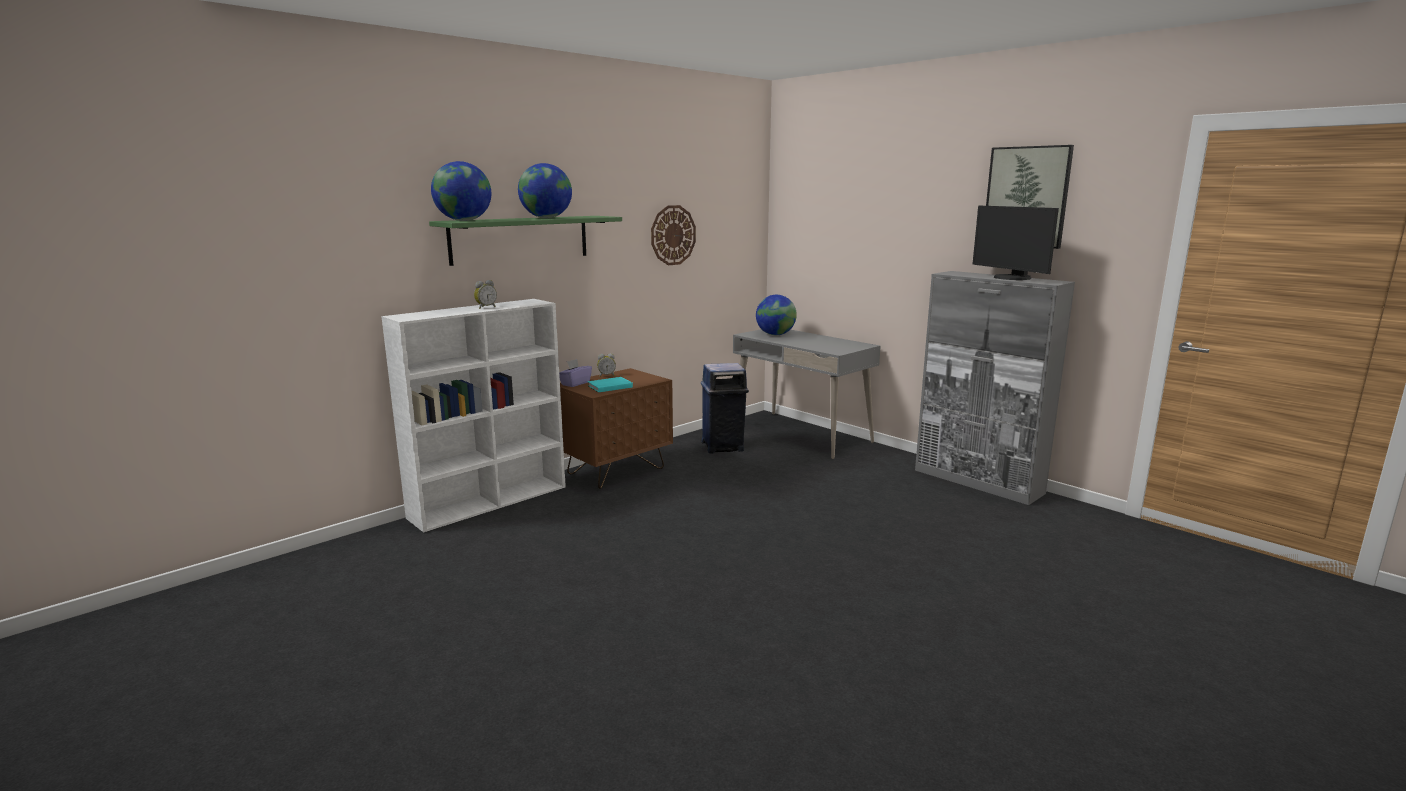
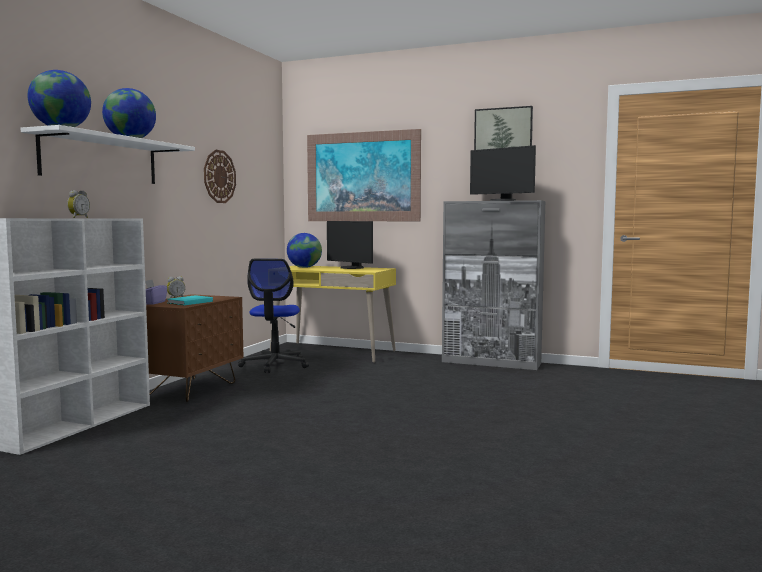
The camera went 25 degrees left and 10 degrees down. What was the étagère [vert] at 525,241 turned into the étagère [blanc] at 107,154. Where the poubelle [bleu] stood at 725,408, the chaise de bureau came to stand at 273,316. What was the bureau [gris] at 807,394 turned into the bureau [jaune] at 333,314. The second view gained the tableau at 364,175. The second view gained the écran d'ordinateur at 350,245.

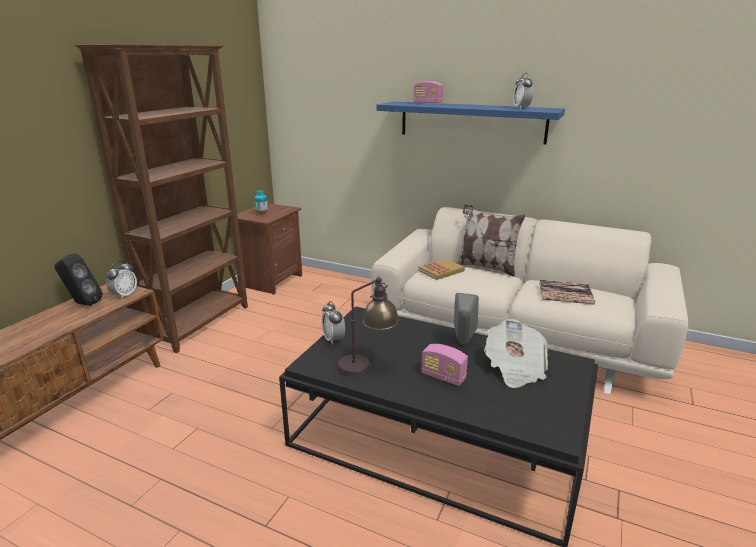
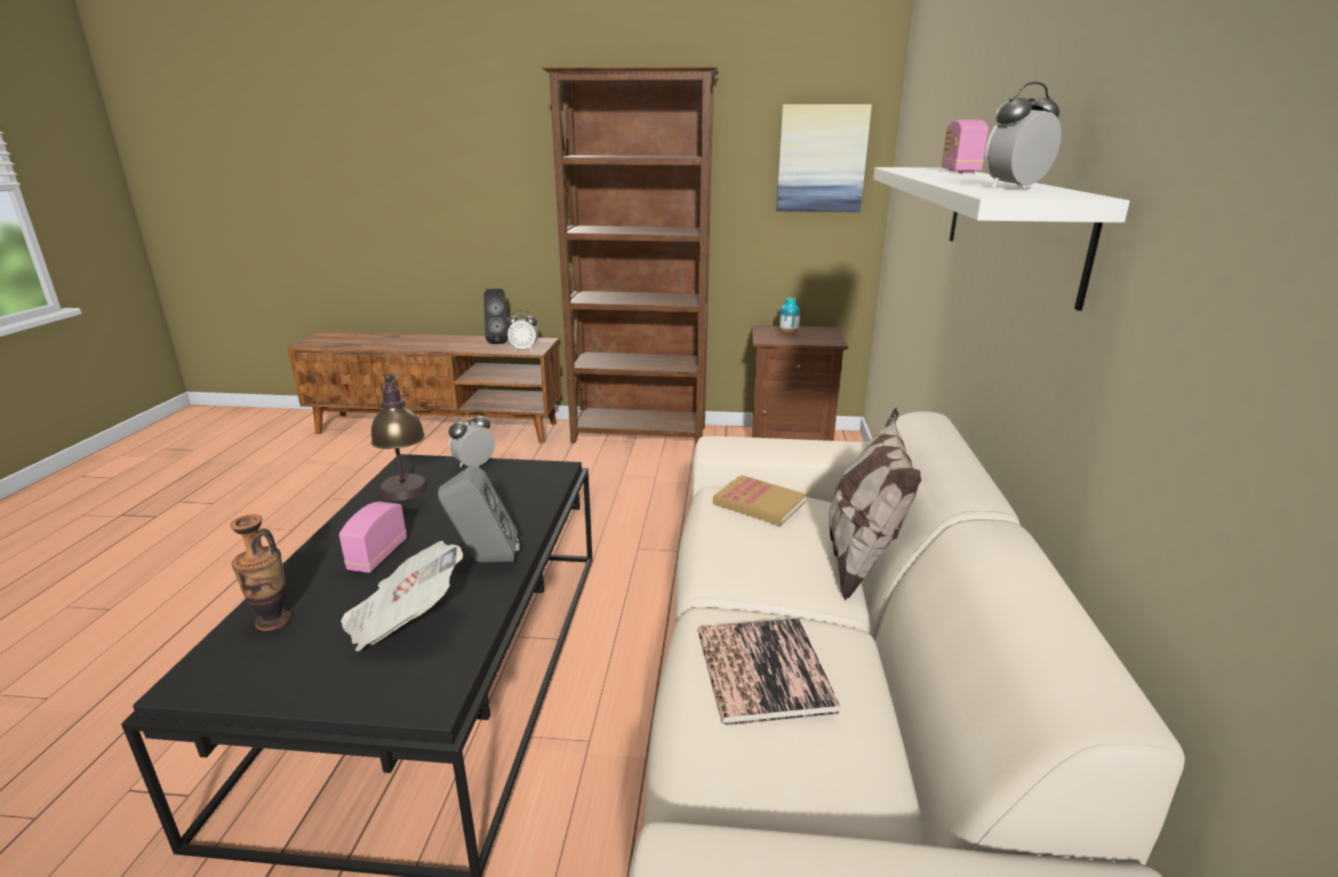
The camera went 70 degrees right and 0 degrees up. The second view gained the vase at 261,572. The second view gained the tableau at 824,158. What was the étagère [bleu] at 471,122 turned into the étagère [blanc] at 1001,239.

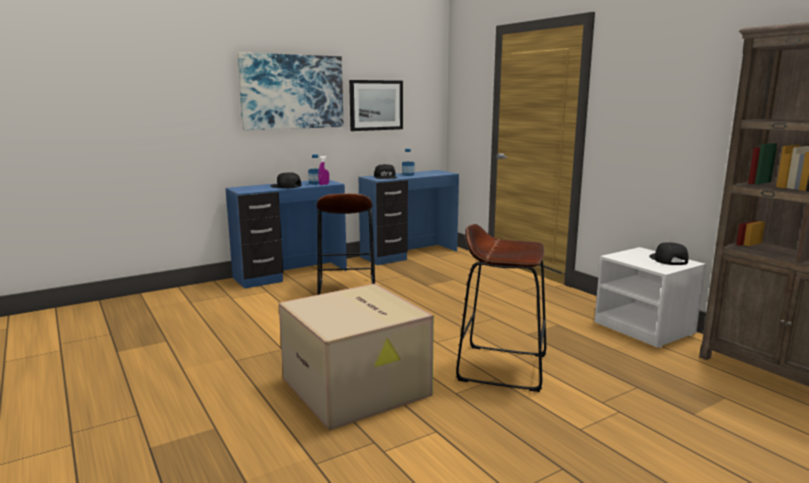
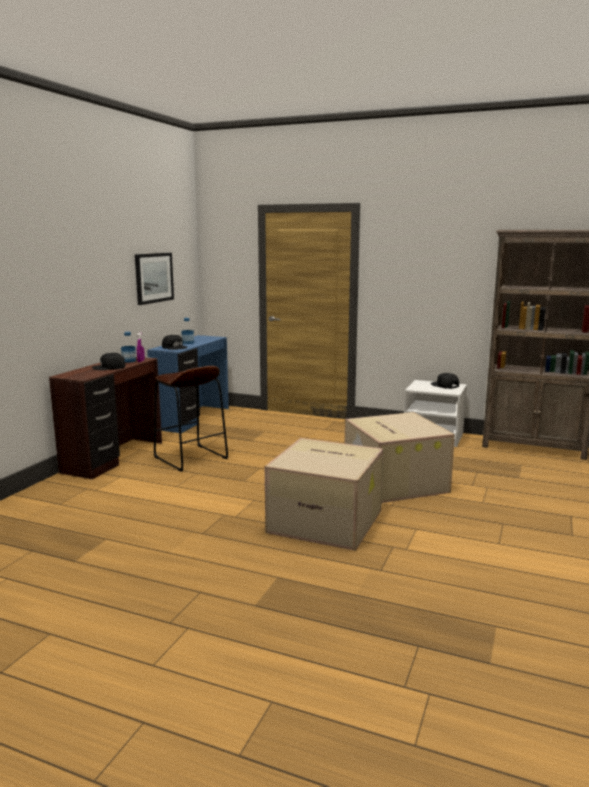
The camera went 35 degrees left and 0 degrees up. What was the bureau [bleu] at 286,234 turned into the bureau [marron] at 105,418. Where the tabouret [marron] stood at 501,308, the carton came to stand at 400,457. The second view lost the tableau at 290,91.

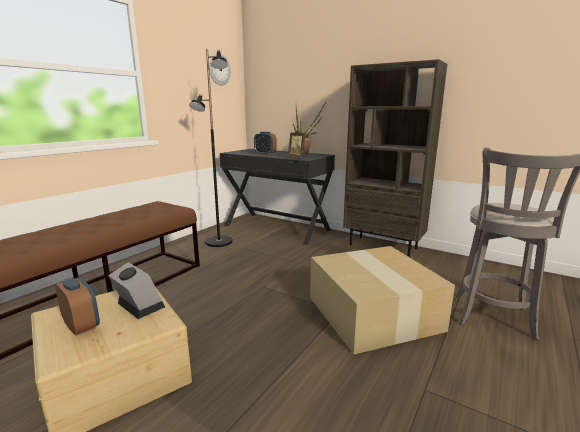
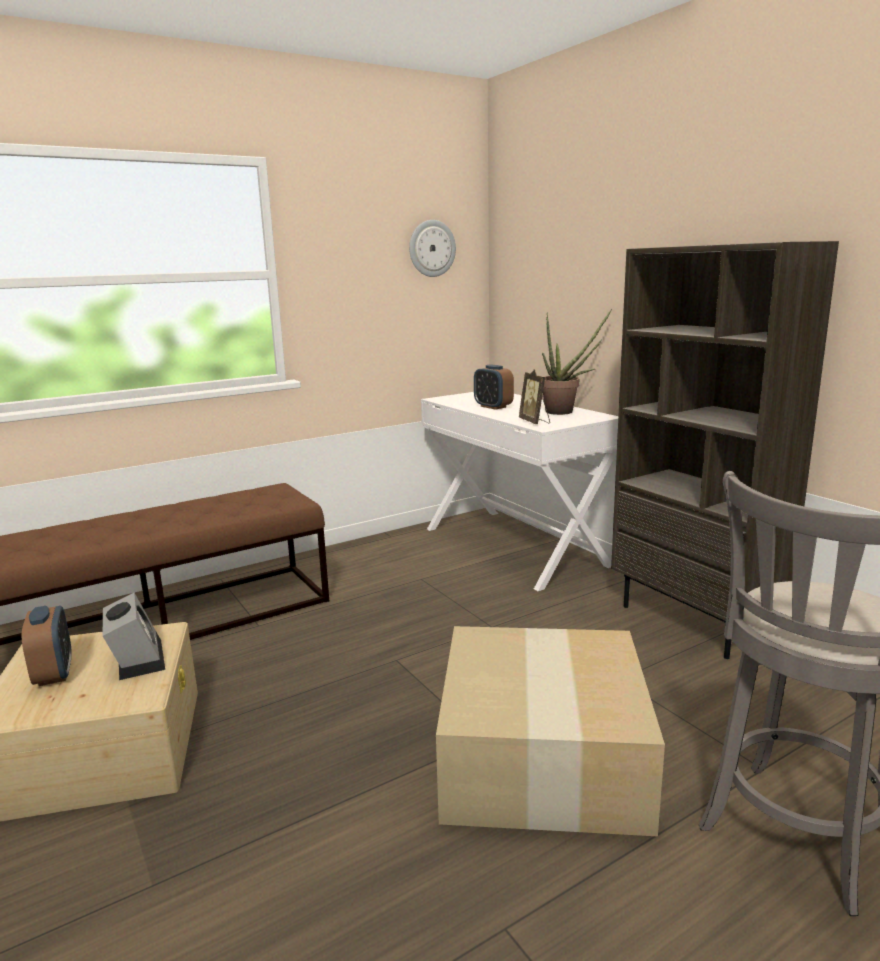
The camera went 25 degrees right and 0 degrees up. What was the bureau [noir] at 277,197 turned into the bureau [blanc] at 519,491. The second view lost the lampadaire [noir] at 211,148.

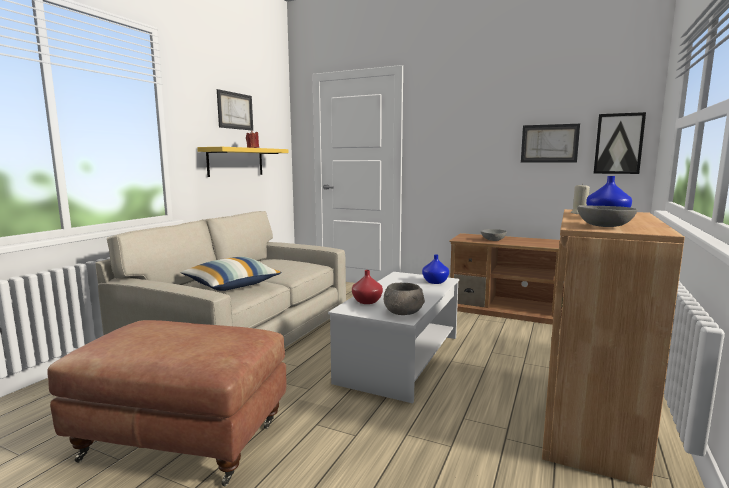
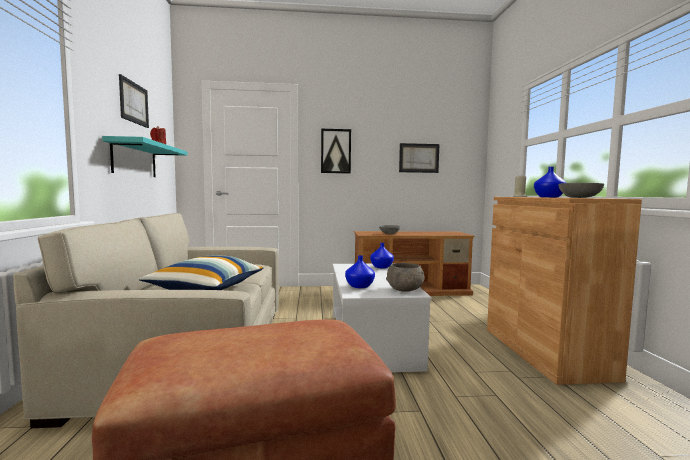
The camera went 30 degrees left and 5 degrees down. What was the étagère [jaune] at 243,162 turned into the étagère [turquoise] at 144,156. The tableau ended up elsewhere, having gone from 620,143 to 336,151. What was the vase [rouge] at 367,287 turned into the vase [bleu] at 360,271.

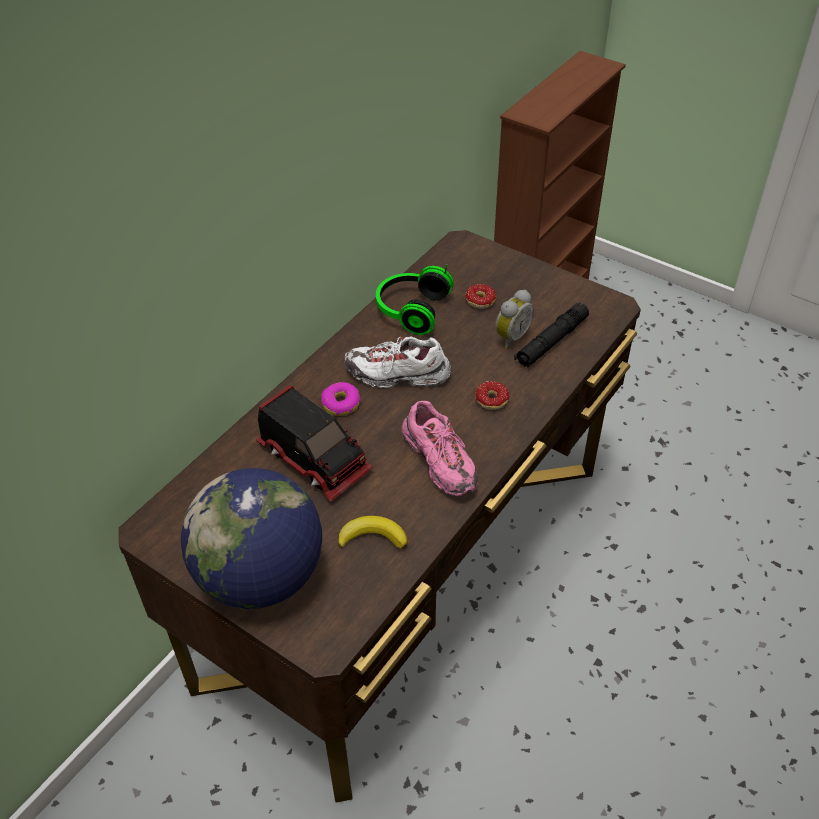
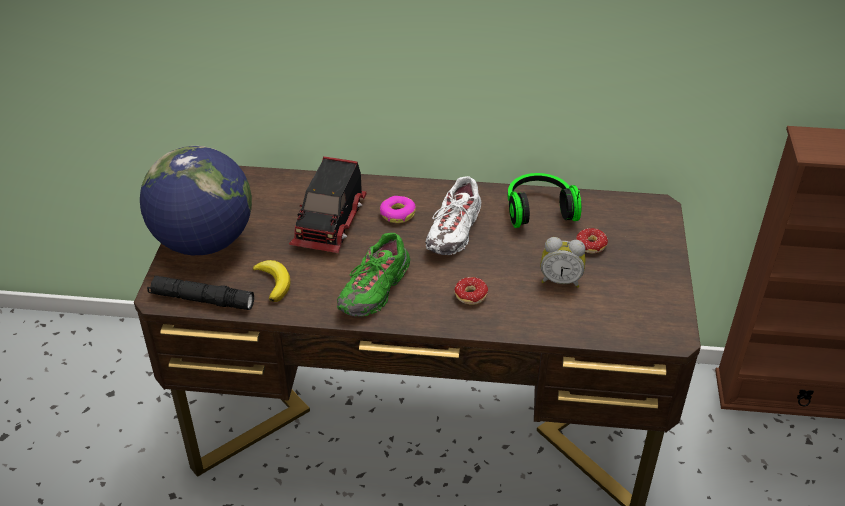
The camera went 60 degrees right and 5 degrees down. The lampe de poche [noir] ended up elsewhere, having gone from 551,335 to 200,292. What was the chaussure [rose] at 440,448 turned into the chaussure [vert] at 373,275. The chaussure [blanc] at 398,362 ended up facing another way, 135 degrees counterclockwise from before.

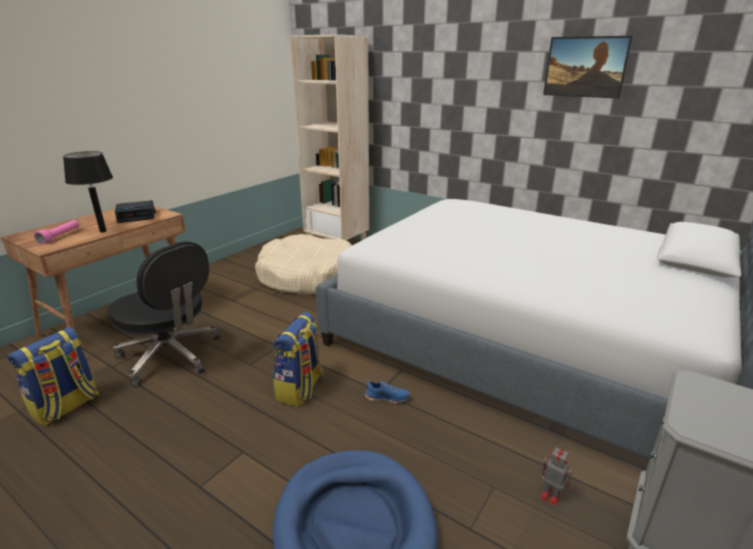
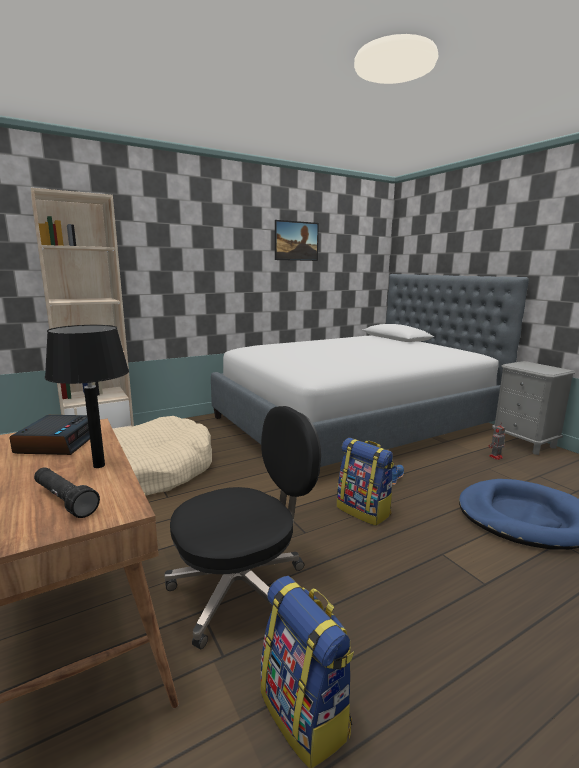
The camera went 65 degrees left and 10 degrees down. What was the lampe de poche [rose] at 56,232 turned into the lampe de poche [noir] at 67,492.

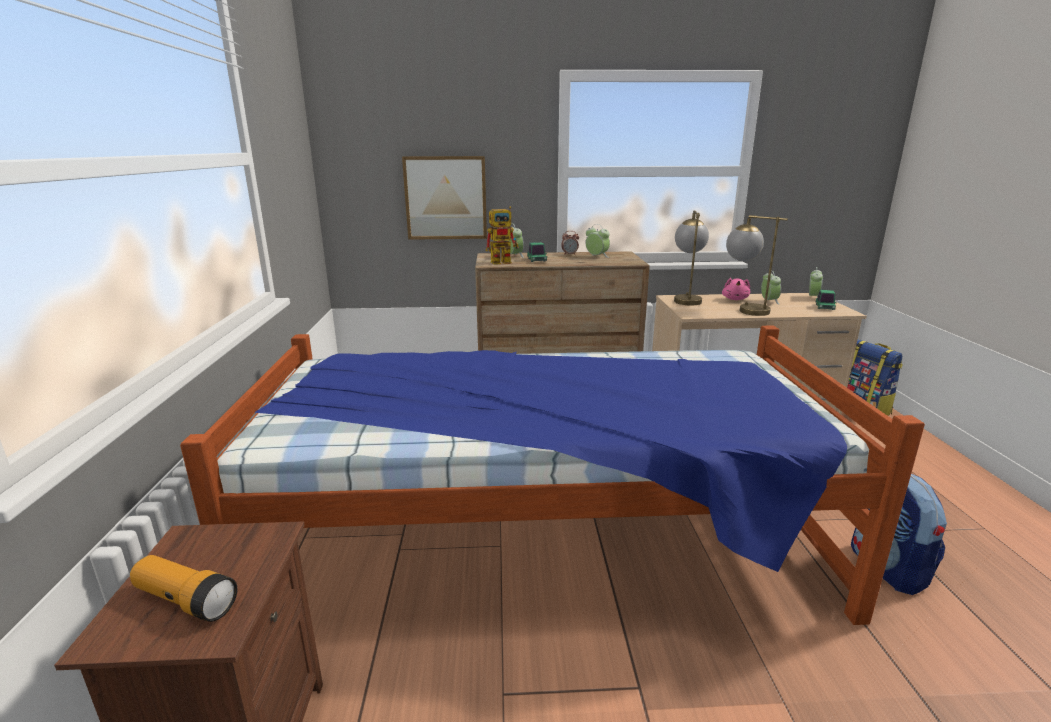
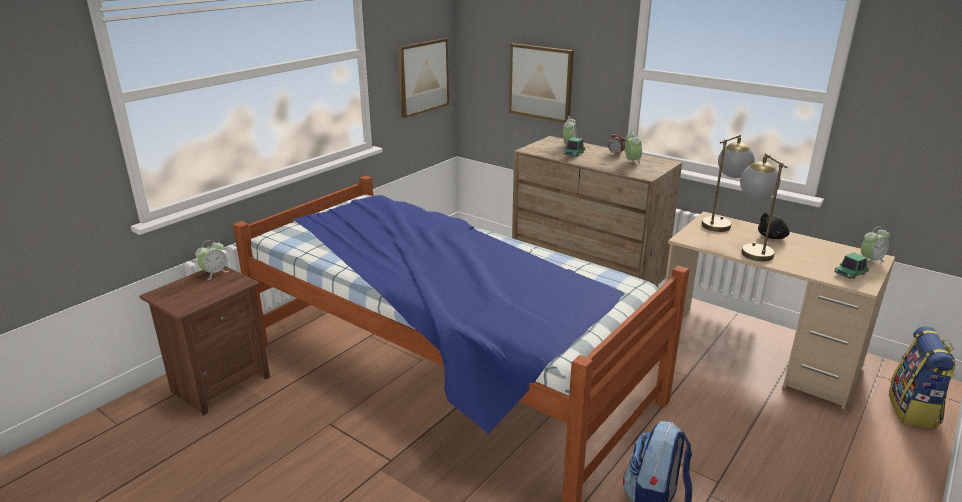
The camera went 40 degrees right and 5 degrees up. The réveil ended up elsewhere, having gone from 771,287 to 212,260. The second view gained the tableau at 423,78. What was the peluche [rose] at 736,289 turned into the peluche [noir] at 774,226. The second view lost the lampe de poche at 184,588. The second view lost the robot jouet at 502,235.

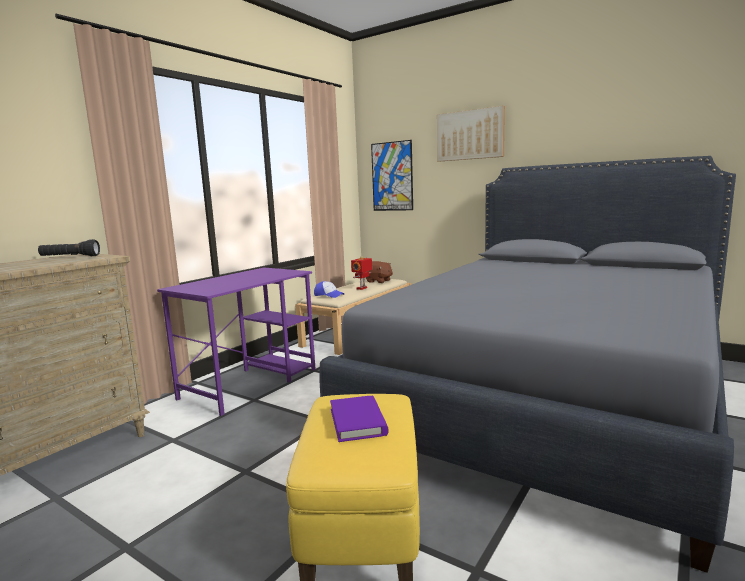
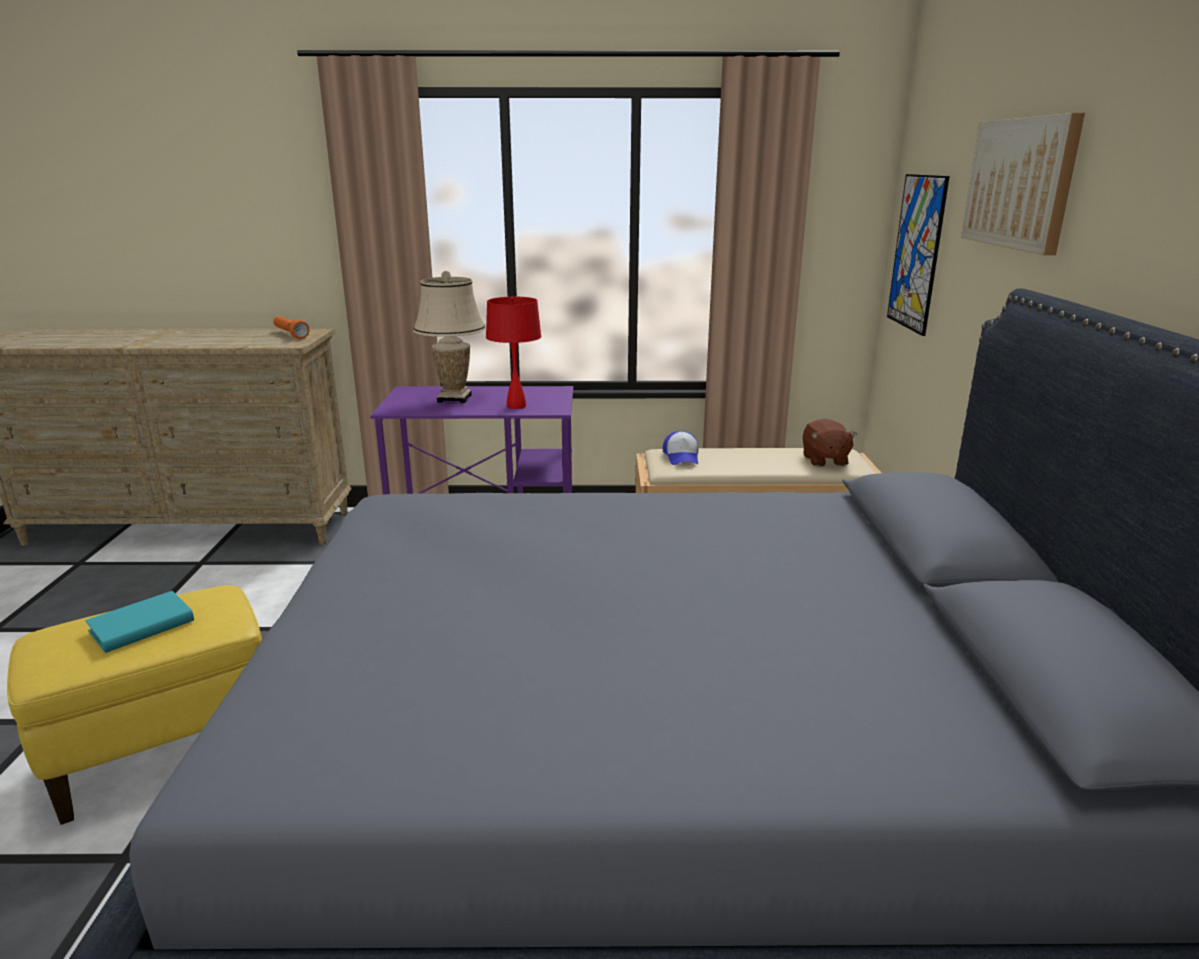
The camera went 55 degrees right and 10 degrees up. What was the livre [violet] at 359,419 turned into the livre [turquoise] at 139,622. What was the lampe de poche [noir] at 69,247 turned into the lampe de poche [orange] at 291,327. The second view gained the lampe de table [beige] at 449,337. The second view gained the lampe de table [rouge] at 513,353. The second view lost the robot jouet at 361,273.

